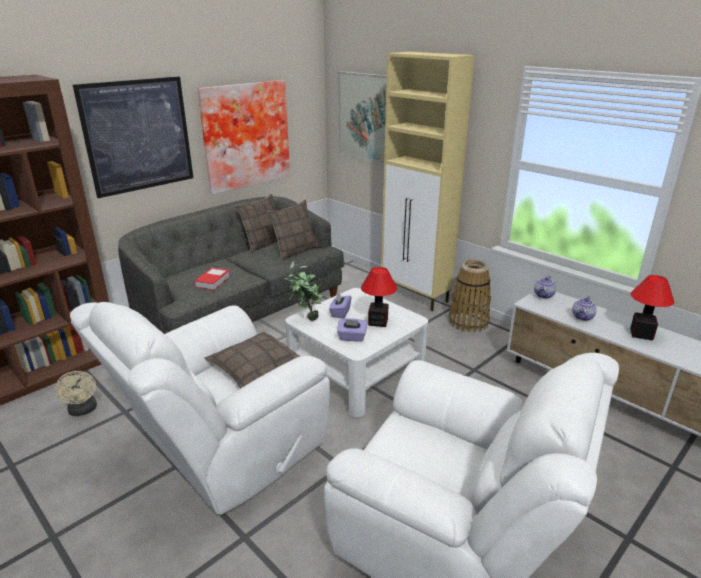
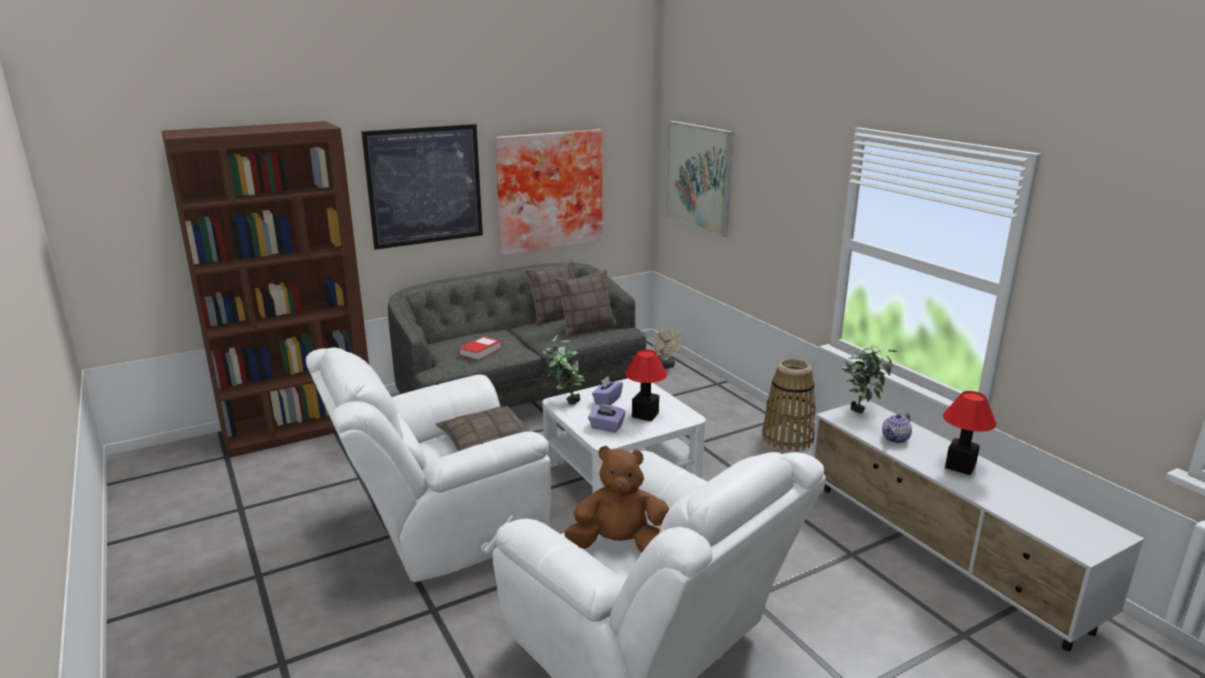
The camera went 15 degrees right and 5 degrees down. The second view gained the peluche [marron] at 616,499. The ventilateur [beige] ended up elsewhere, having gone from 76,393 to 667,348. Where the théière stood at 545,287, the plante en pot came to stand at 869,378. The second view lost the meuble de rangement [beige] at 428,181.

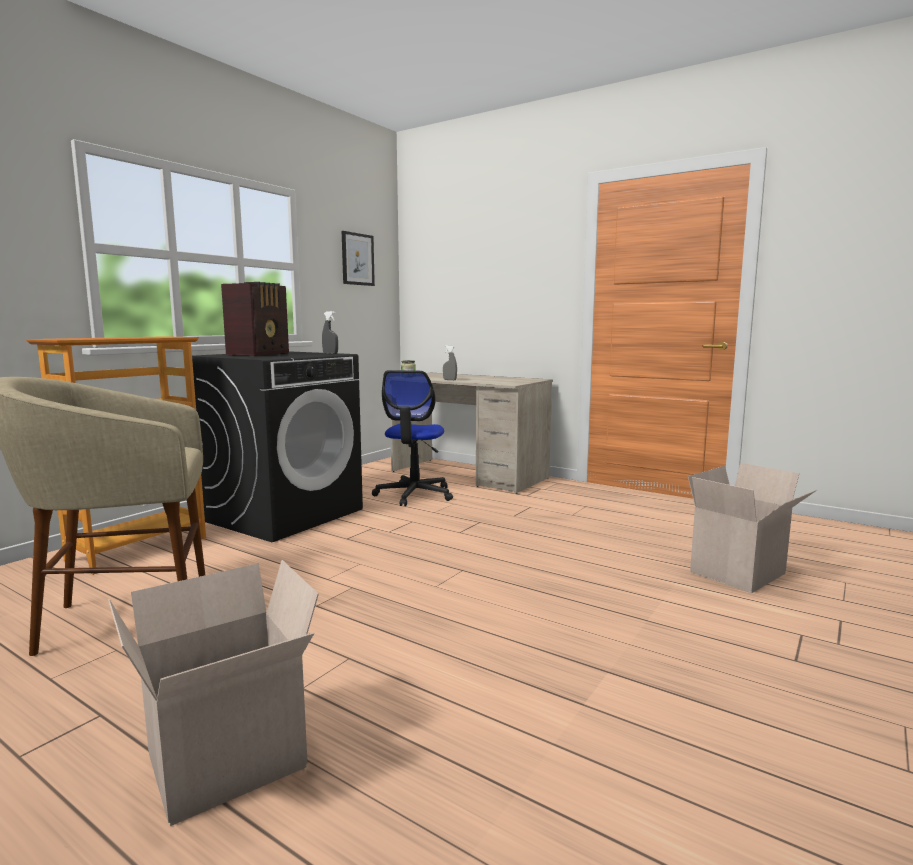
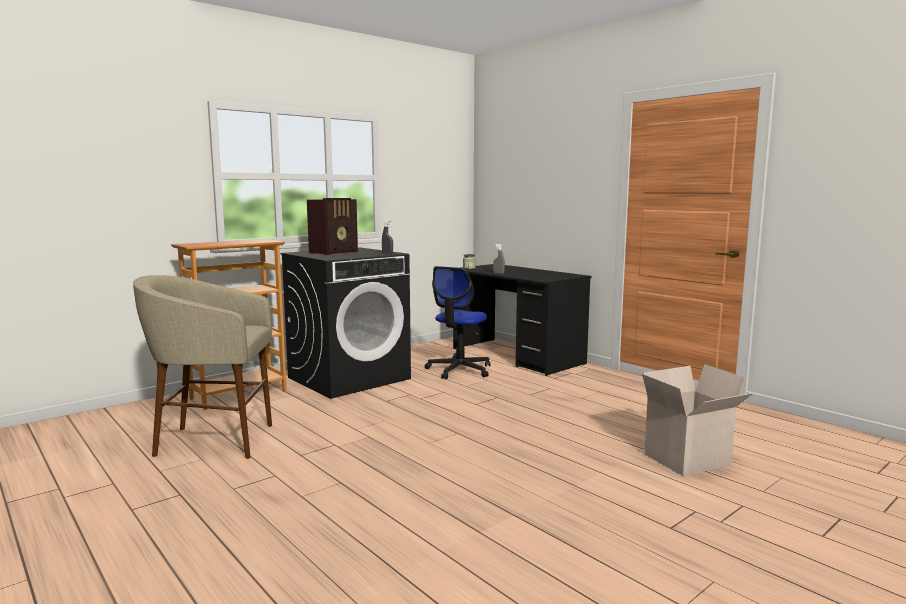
The camera went 15 degrees right and 0 degrees up. What was the bureau [beige] at 471,433 turned into the bureau [noir] at 522,320. The second view lost the carton at 213,693. The second view lost the tableau at 358,258.

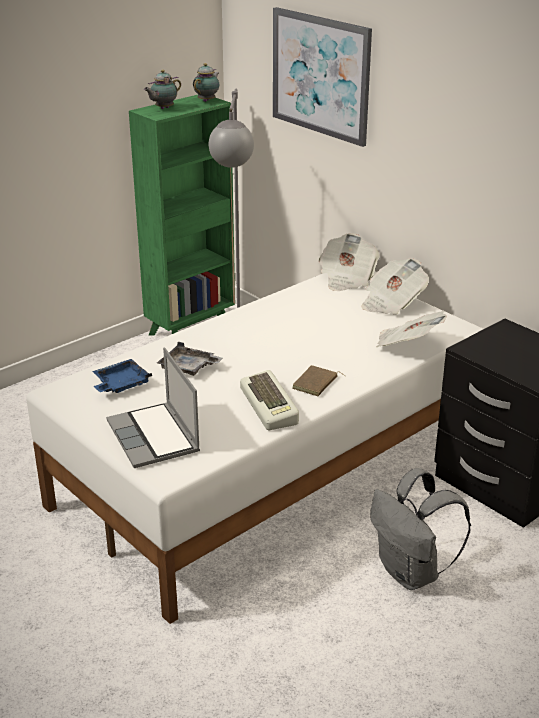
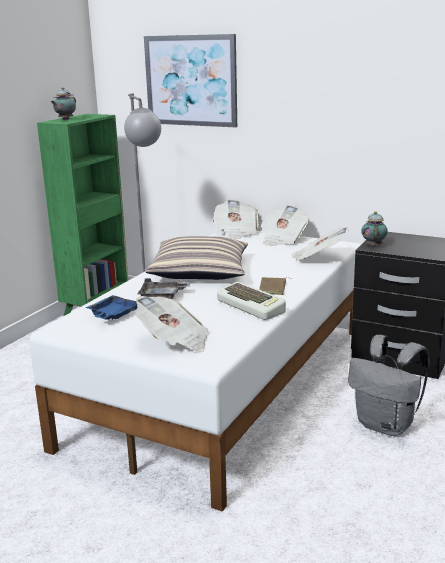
The camera went 20 degrees left and 10 degrees down. Where the ordinateur portable stood at 153,407, the journal came to stand at 171,324. The second view gained the coussin at 197,258. The théière ended up elsewhere, having gone from 206,82 to 374,229.

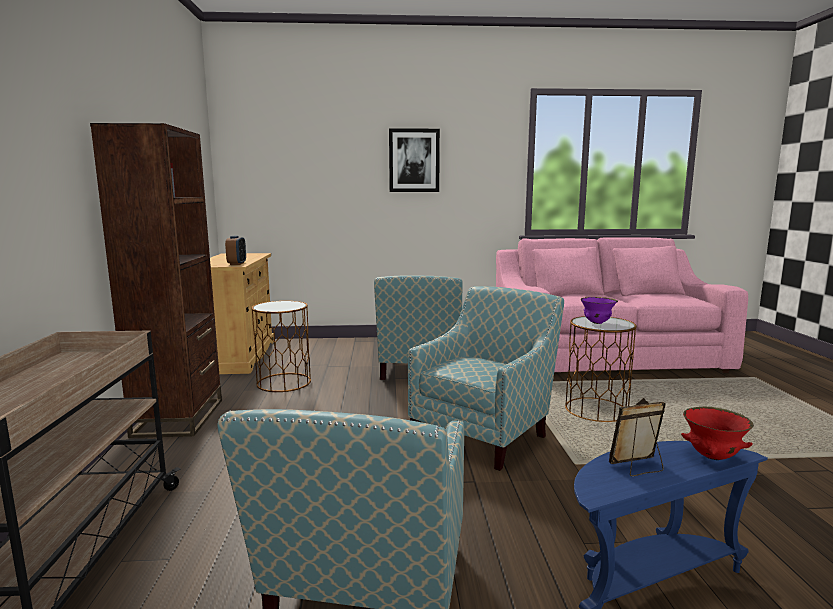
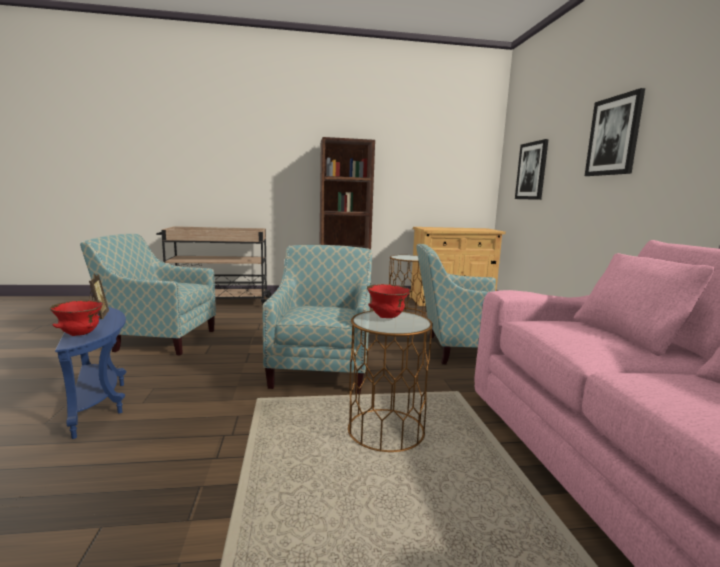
The camera went 85 degrees right and 0 degrees up. The fauteuil at 486,378 ended up facing another way, 120 degrees counterclockwise from before. What was the bol [violet] at 599,310 turned into the bol [rouge] at 389,301. The second view gained the tableau at 532,169. The second view lost the réveil at 235,250.

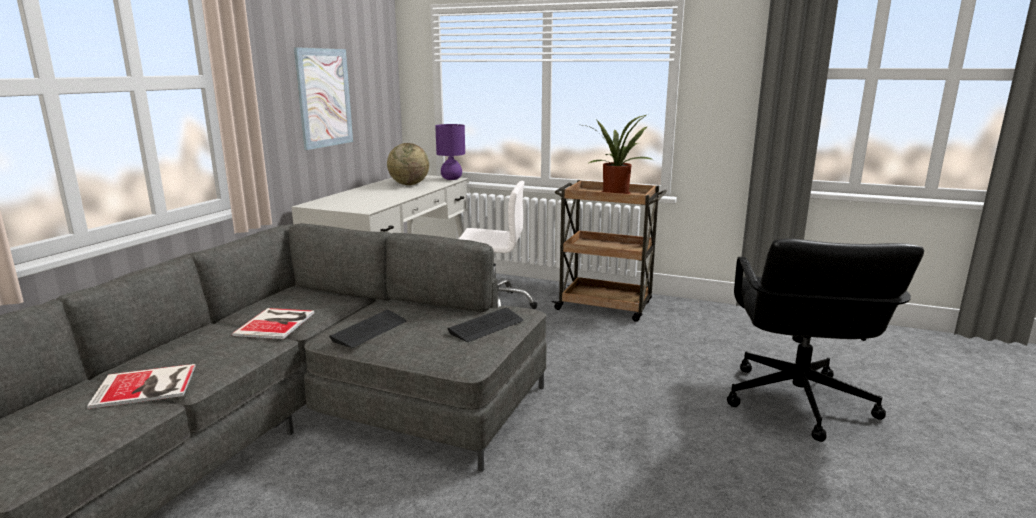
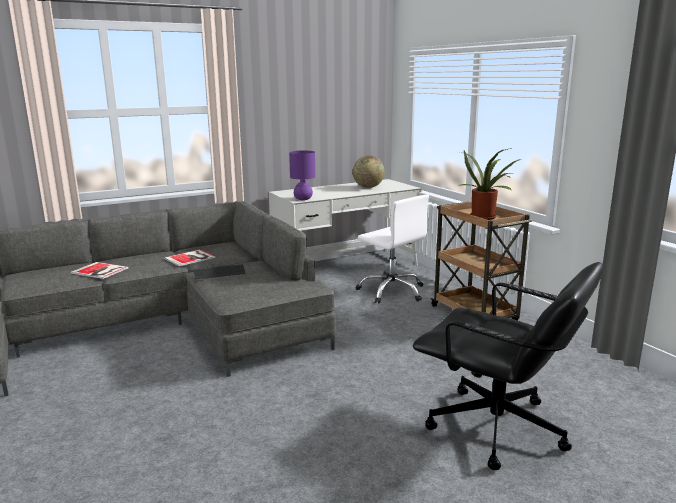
The camera went 40 degrees right and 0 degrees up. The lampe de table [violet] ended up elsewhere, having gone from 450,152 to 302,175. The chaise de bureau [noir] at 825,340 ended up facing another way, 105 degrees counterclockwise from before. The second view lost the tableau at 323,98. The second view lost the clavier at 485,324.

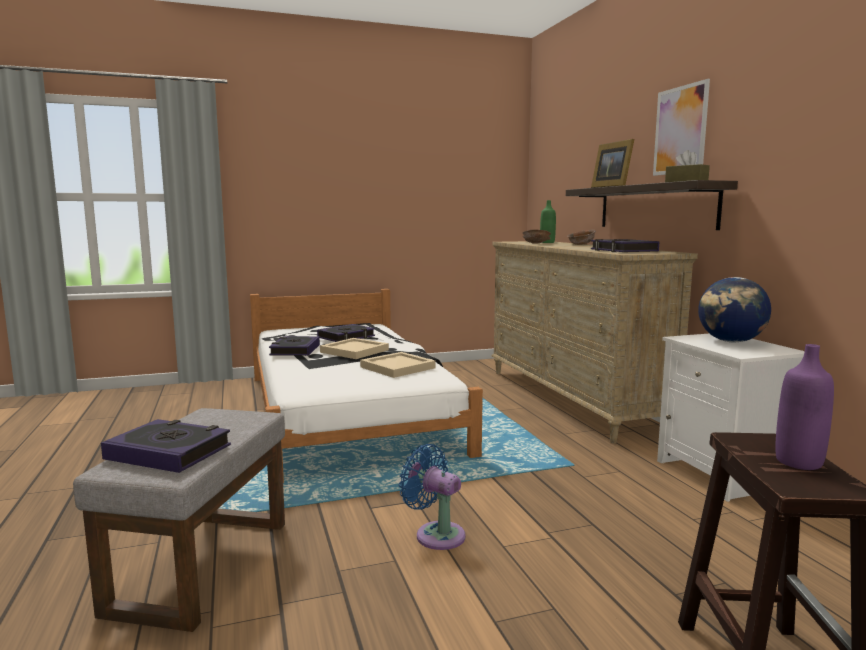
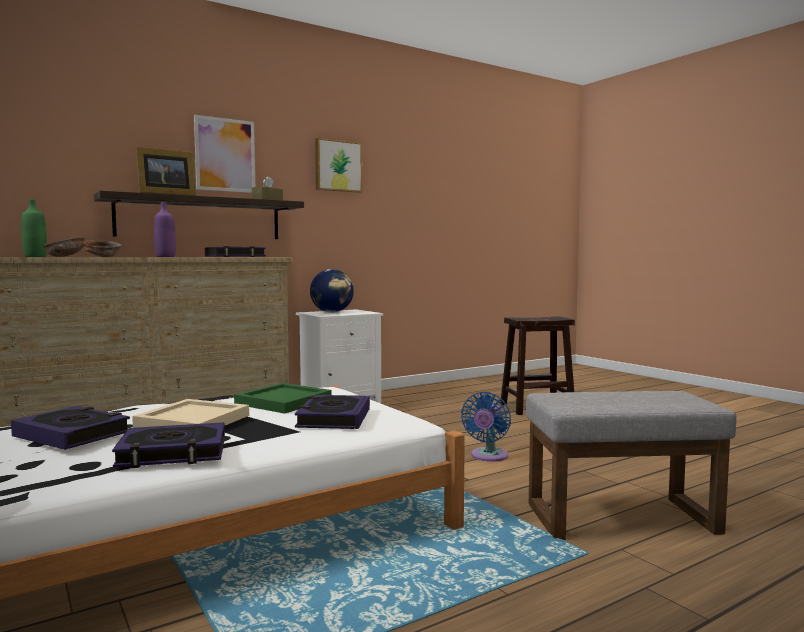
The camera went 105 degrees left and 5 degrees down. The bouteille [violet] ended up elsewhere, having gone from 804,407 to 165,229. What was the plateau [beige] at 398,365 turned into the plateau [vert] at 283,398. The livre ended up elsewhere, having gone from 166,446 to 332,412. The second view gained the tableau at 339,165.

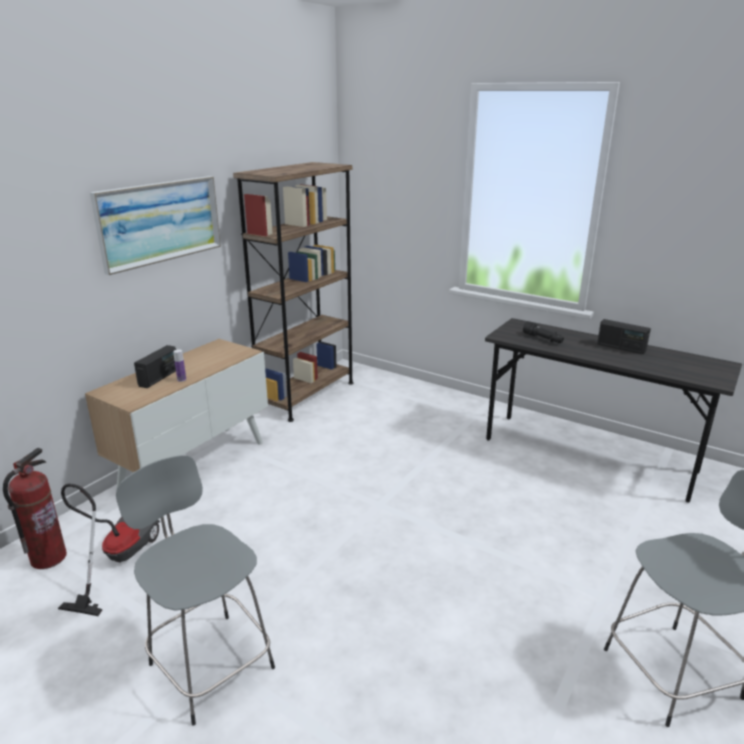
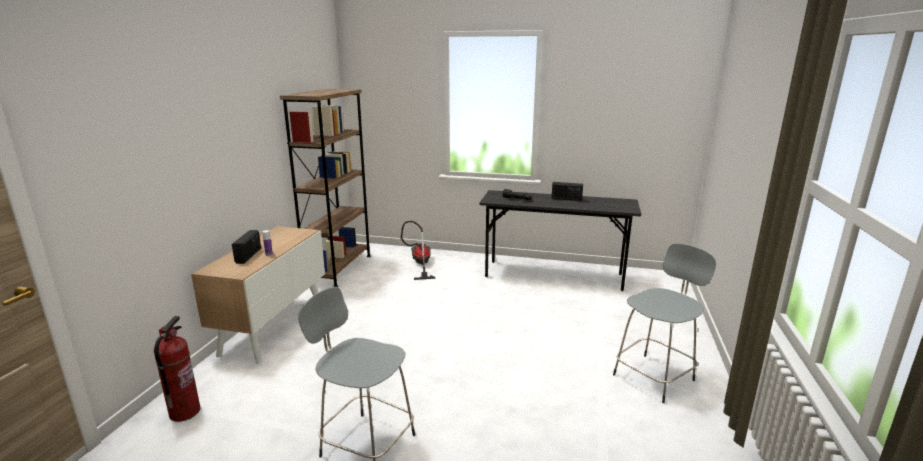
The camera went 20 degrees left and 5 degrees down. The aspirateur ended up elsewhere, having gone from 109,550 to 418,250. The second view lost the tableau at 155,225.

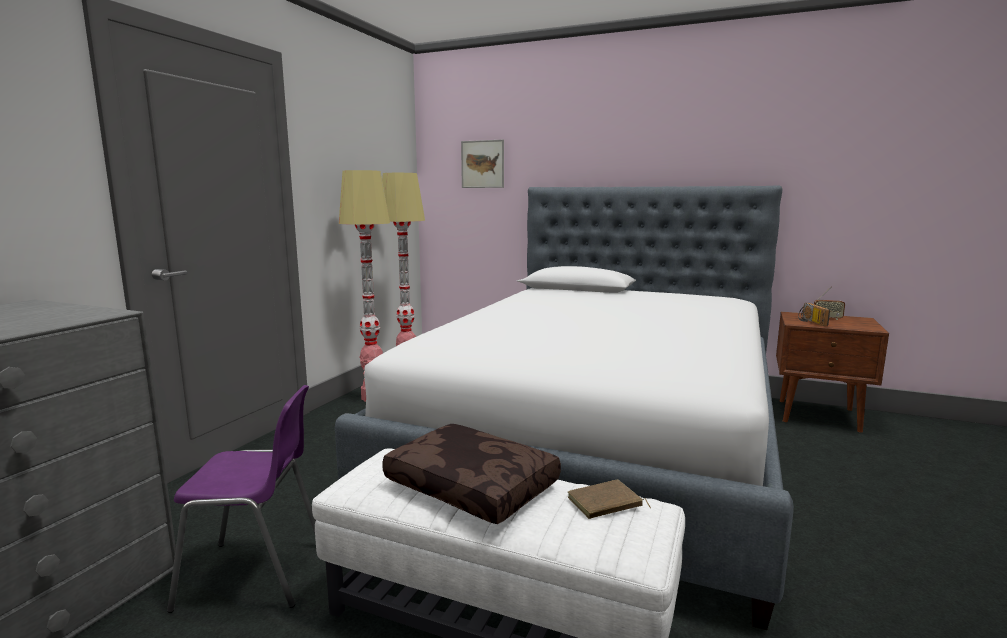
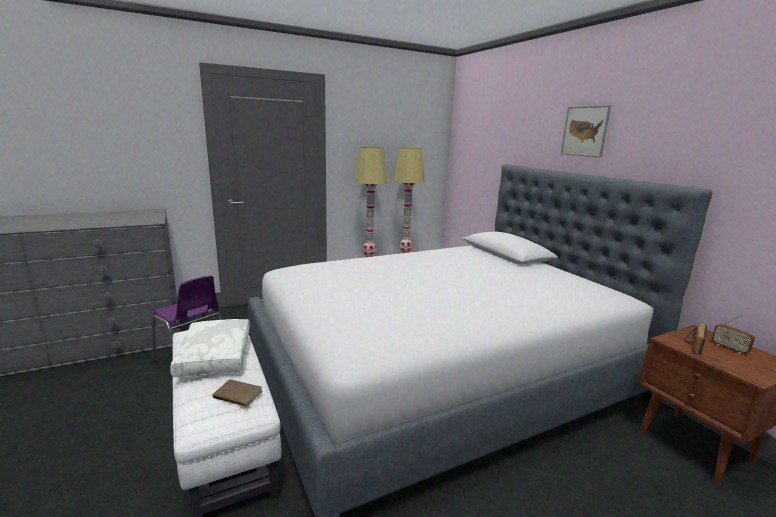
The camera went 40 degrees right and 5 degrees up. What was the coussin [marron] at 471,474 turned into the coussin [blanc] at 210,348. The tableau ended up elsewhere, having gone from 482,164 to 586,131.

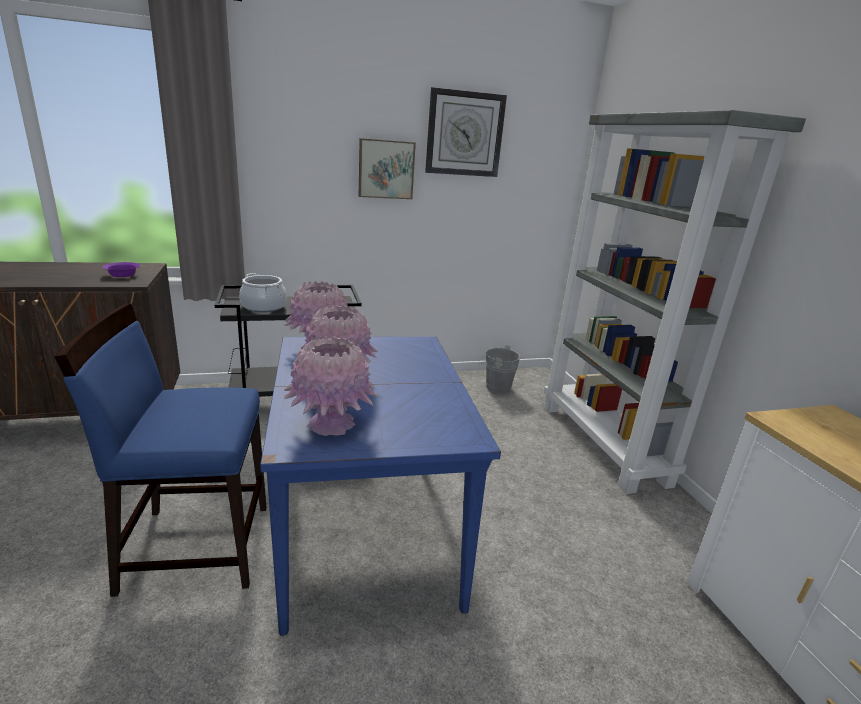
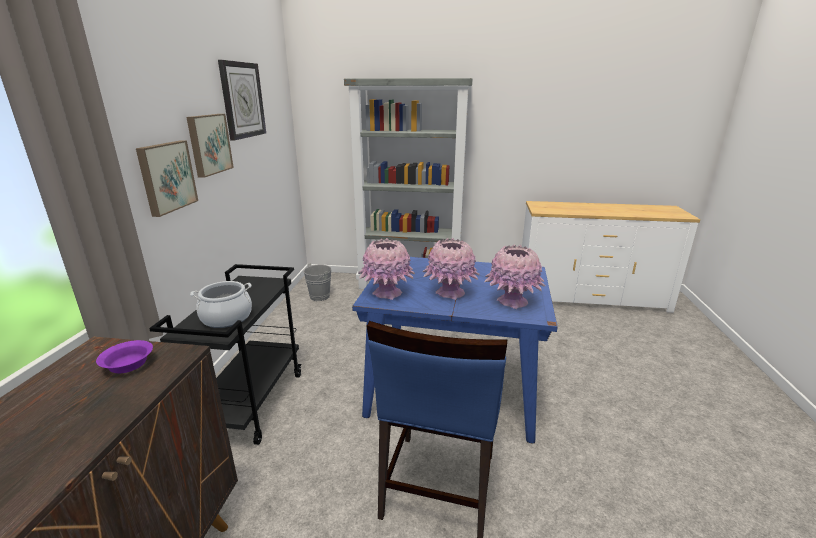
The camera went 65 degrees left and 0 degrees up. The second view gained the tableau at 167,179.

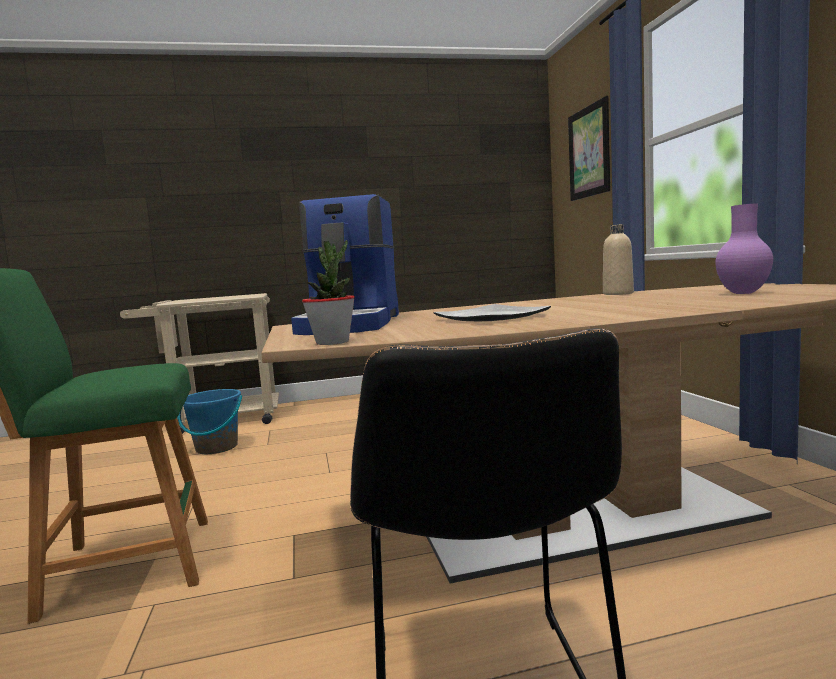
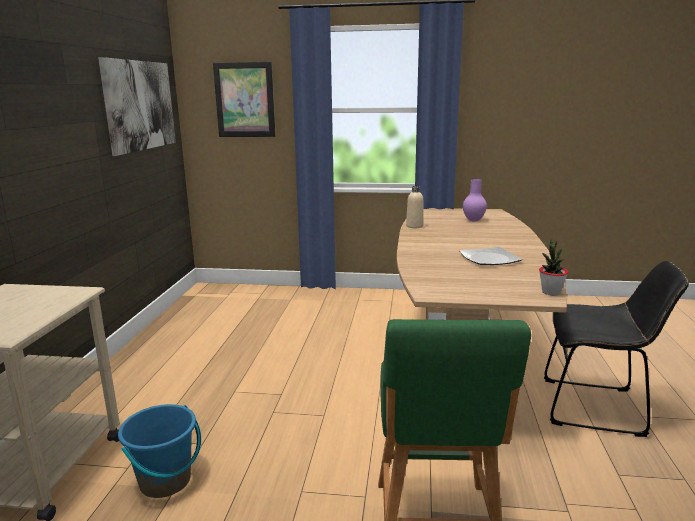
The camera went 70 degrees left and 10 degrees up. The second view gained the tableau at 137,106. The second view lost the machine à café at 345,264.

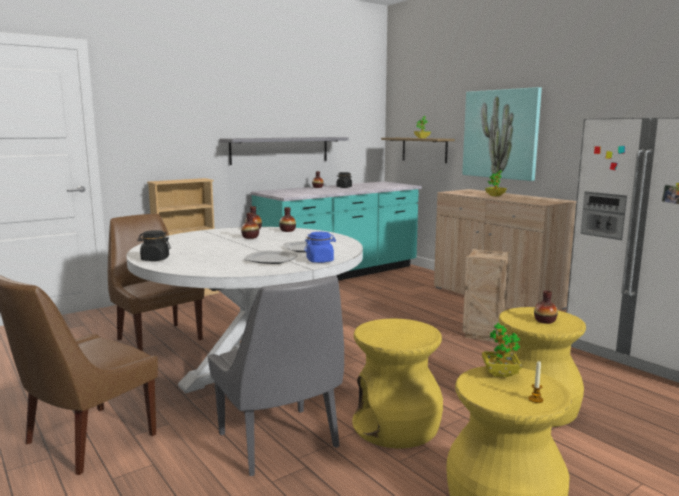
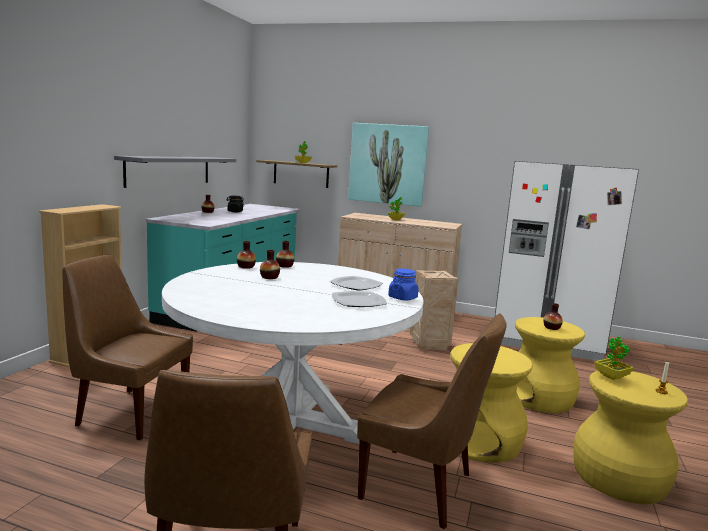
The camera went 35 degrees left and 0 degrees up. What was the chaise [gris] at 276,375 turned into the chaise [marron] at 432,421. The second view lost the bocal [noir] at 154,245.

